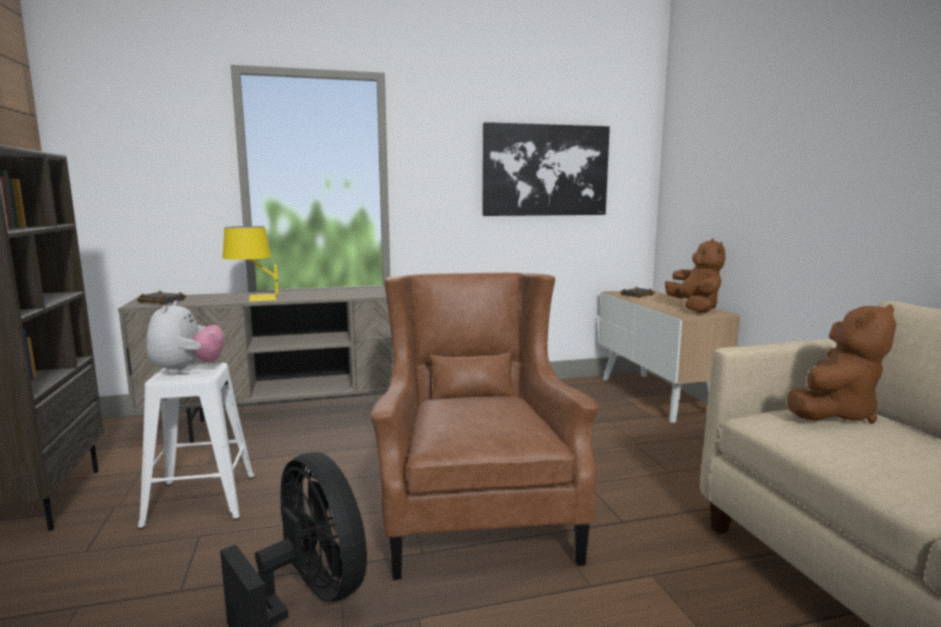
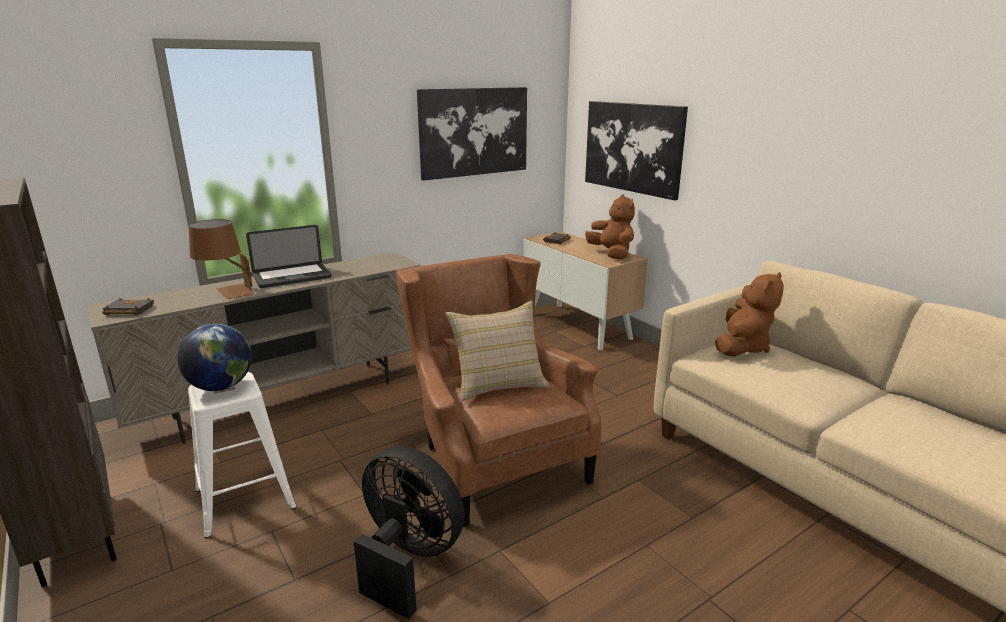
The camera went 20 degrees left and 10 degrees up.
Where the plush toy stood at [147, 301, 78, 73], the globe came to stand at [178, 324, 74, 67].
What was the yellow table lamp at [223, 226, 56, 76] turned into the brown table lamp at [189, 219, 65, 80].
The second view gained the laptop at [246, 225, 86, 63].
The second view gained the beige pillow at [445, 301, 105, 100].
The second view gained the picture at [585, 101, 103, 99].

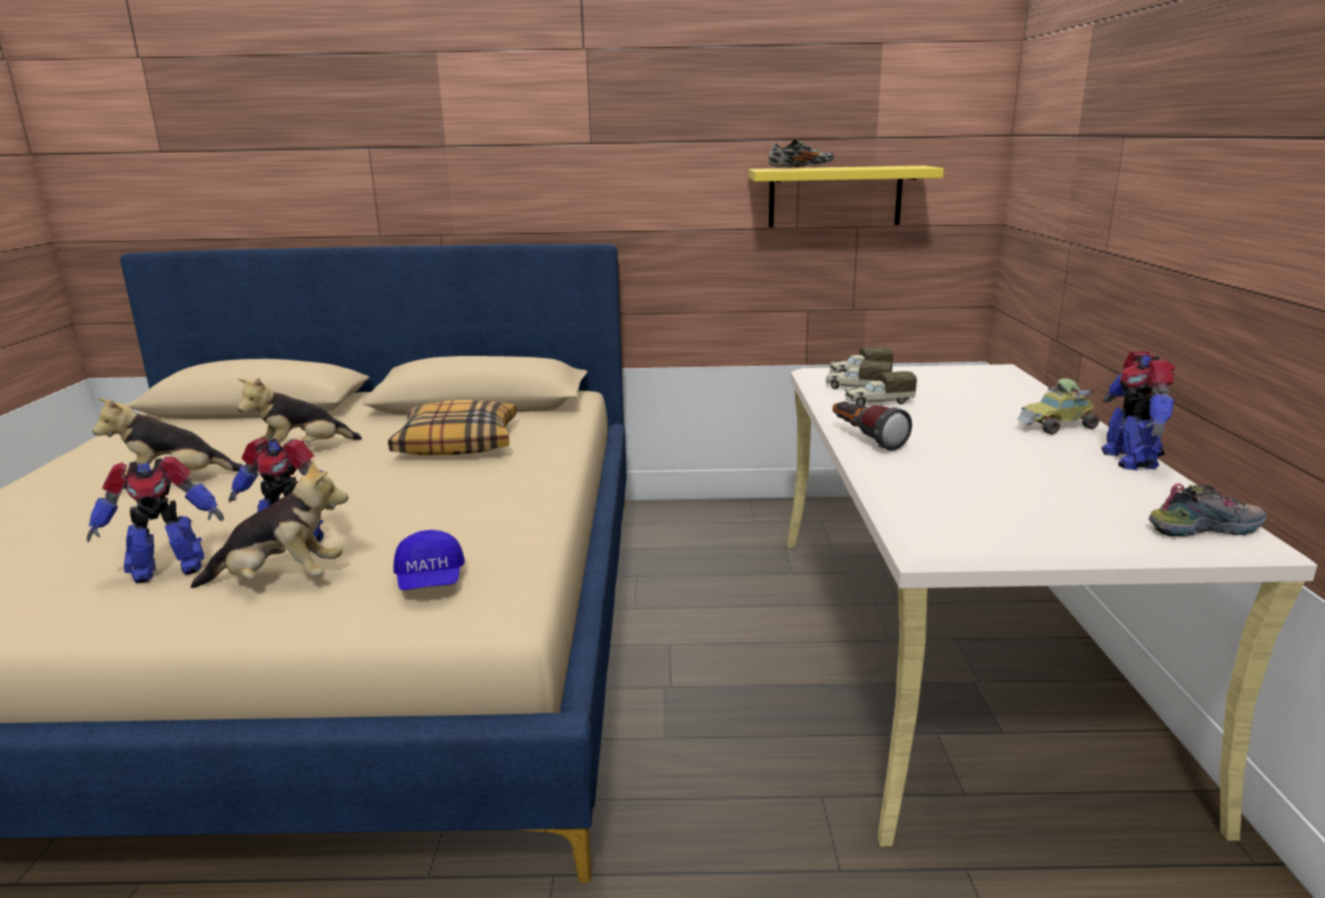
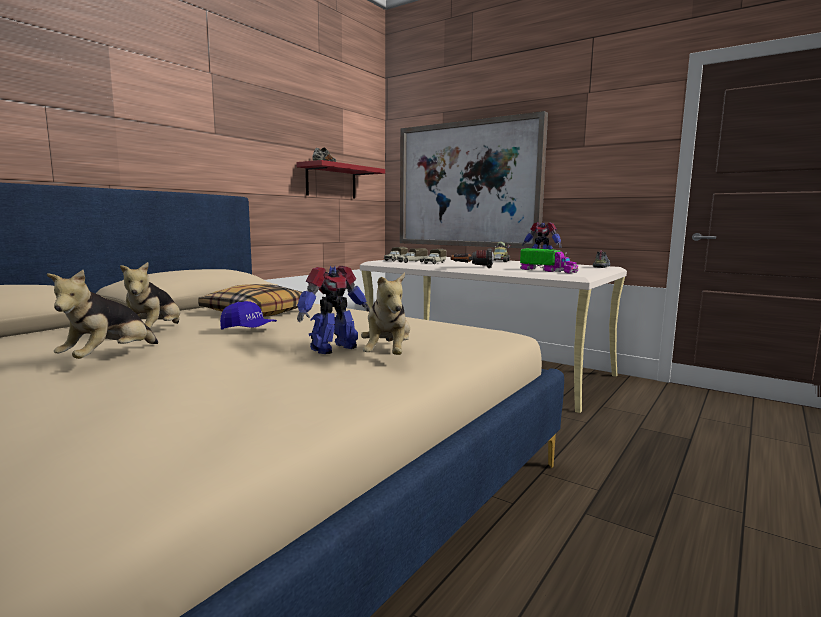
The camera went 55 degrees left and 10 degrees down.
The second view lost the toy robot at [87, 457, 137, 126].
The plush toy at [191, 459, 157, 129] ended up facing another way, 150 degrees clockwise from before.
The blue cap ended up elsewhere, having gone from [393, 530, 72, 60] to [220, 301, 57, 29].
What was the yellow shelf at [748, 166, 196, 61] turned into the red shelf at [296, 160, 89, 38].
The second view gained the picture at [400, 111, 148, 138].
The second view gained the toy truck at [520, 248, 59, 26].

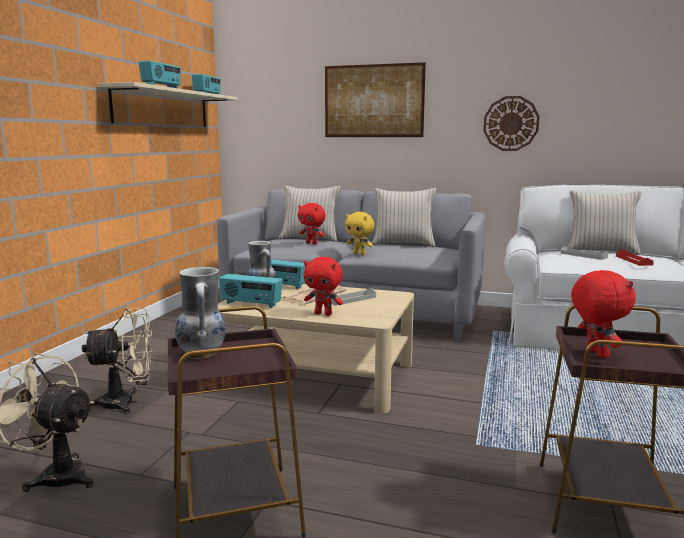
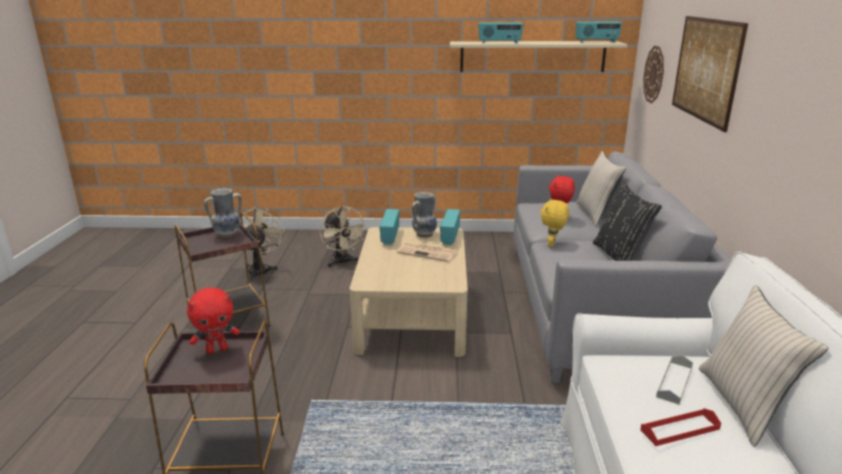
The camera went 75 degrees right and 10 degrees up.
The second view lost the red plush toy at [304, 257, 39, 59].
The second view lost the grey tray at [331, 288, 45, 18].
What was the beige pillow at [372, 188, 64, 59] turned into the black pillow at [593, 182, 69, 79].
The wall clock ended up elsewhere, having gone from [483, 96, 57, 55] to [643, 46, 21, 58].

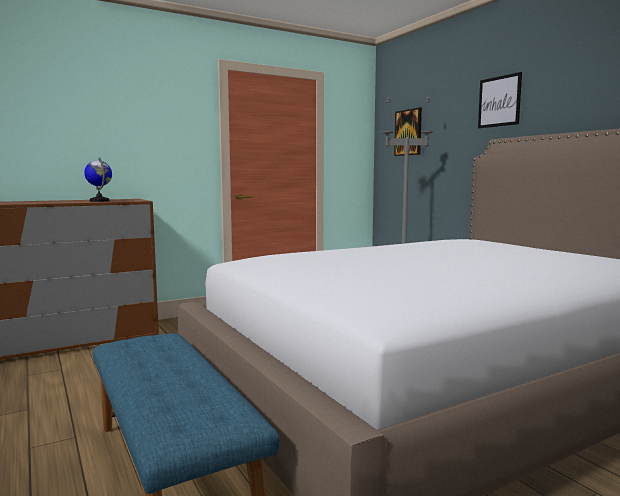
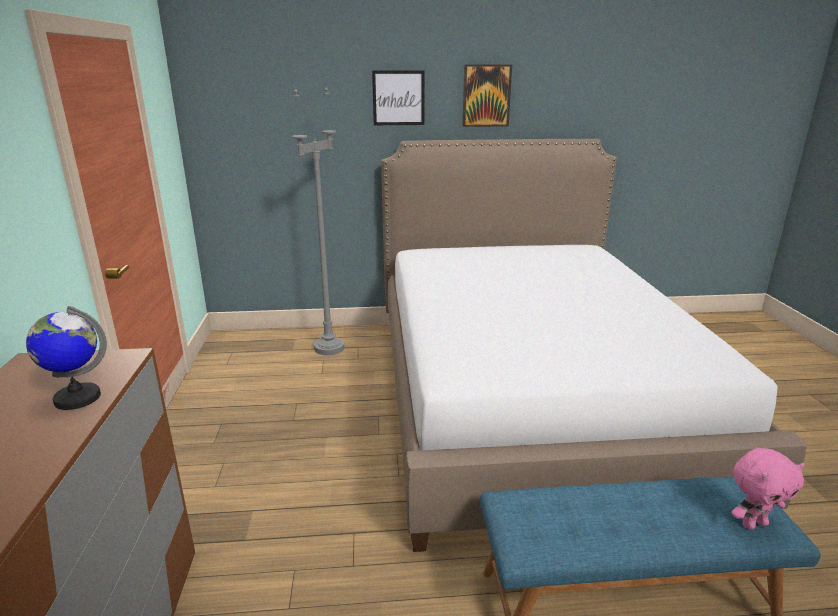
The camera went 65 degrees left and 15 degrees up.
The picture ended up elsewhere, having gone from [394, 107, 28, 49] to [462, 64, 50, 63].
The second view gained the pink plush toy at [731, 448, 74, 82].

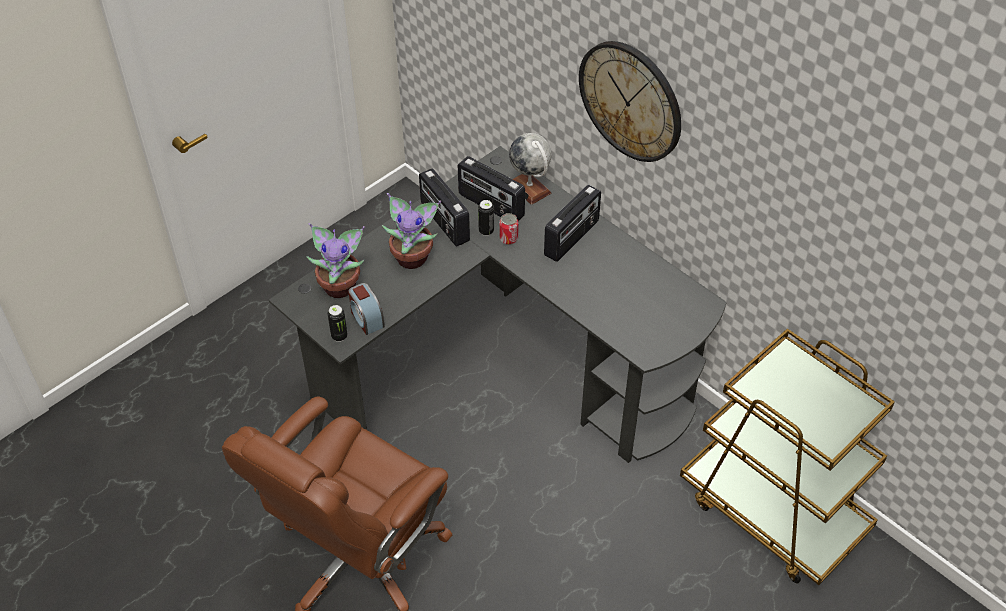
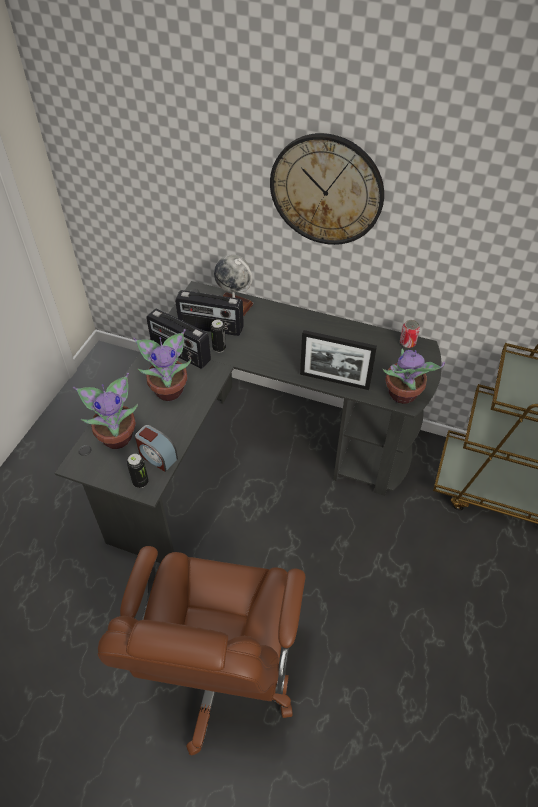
The camera went 25 degrees left and 0 degrees up.
The can ended up elsewhere, having gone from [499, 213, 20, 32] to [400, 320, 20, 28].
The second view lost the radio at [544, 185, 57, 77].
The second view gained the picture frame at [300, 330, 77, 60].
The second view gained the potted plant at [383, 348, 62, 56].

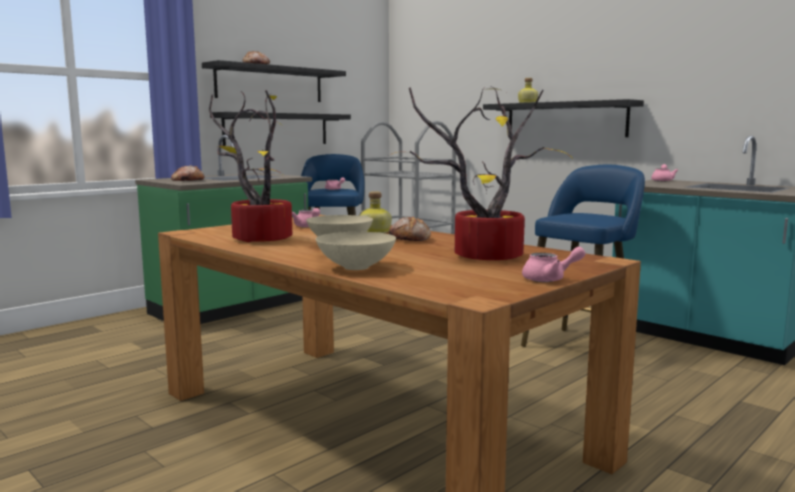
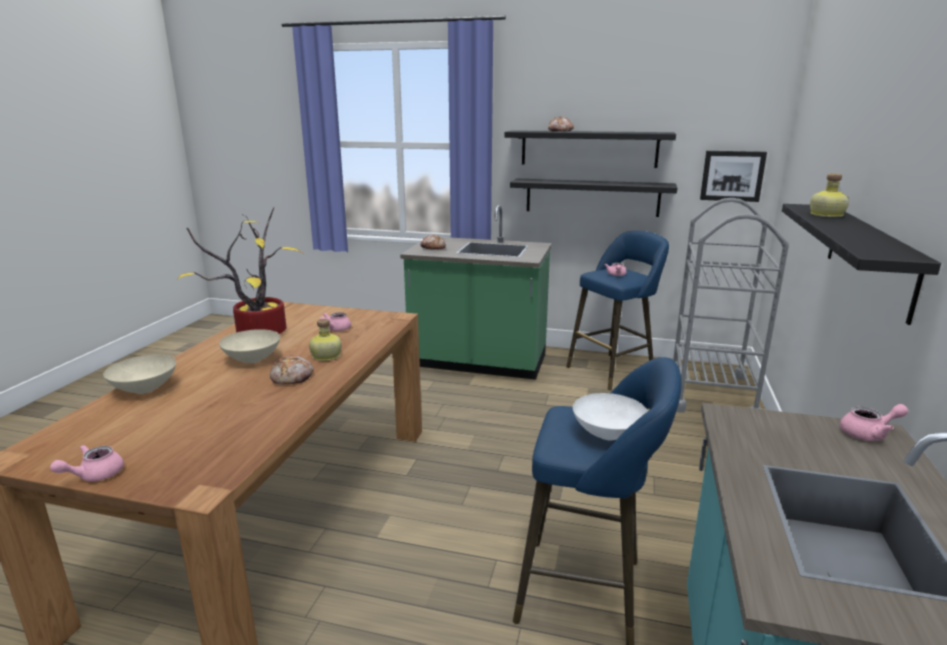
The camera went 60 degrees right and 10 degrees up.
The second view lost the potted plant at [390, 86, 183, 174].
The pink teapot at [522, 247, 64, 35] ended up facing another way, 75 degrees clockwise from before.
The second view gained the white bowl at [573, 393, 75, 47].
The second view gained the picture at [700, 151, 67, 51].

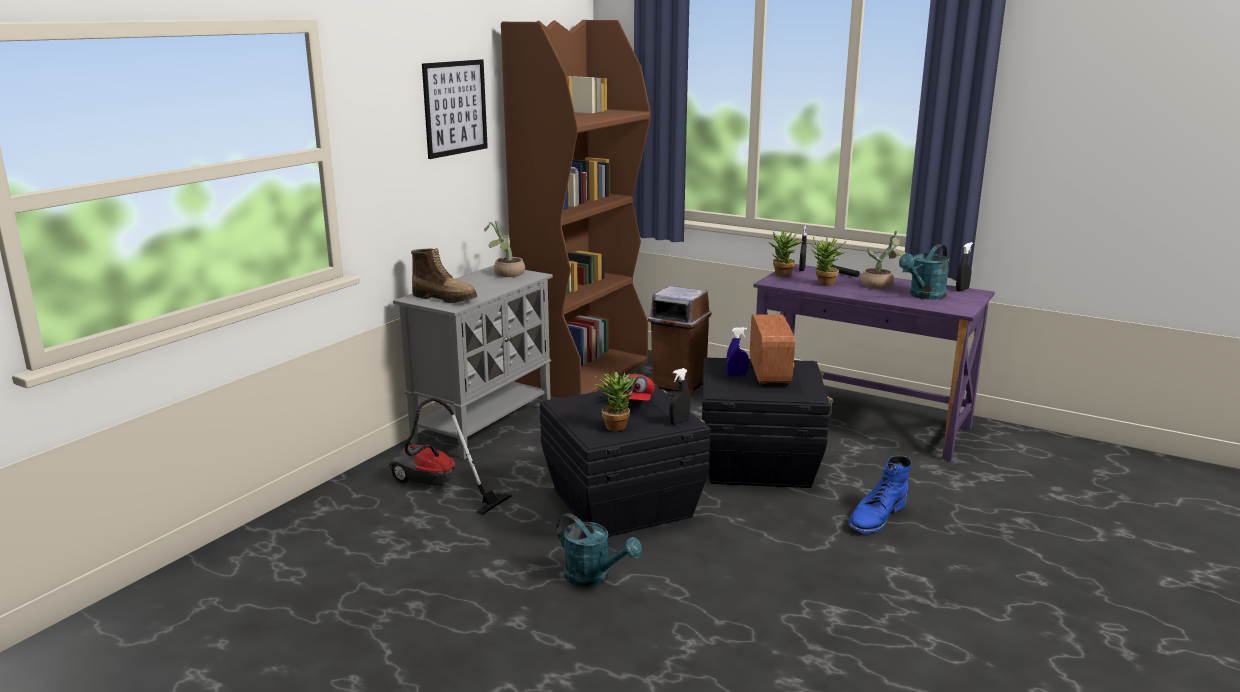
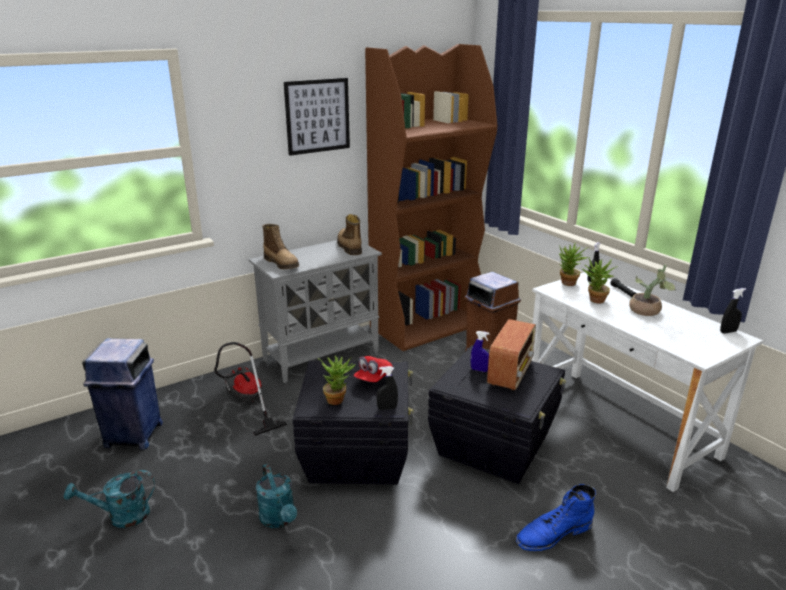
The camera went 25 degrees right and 5 degrees up.
Where the potted plant stood at [484, 221, 41, 56], the boot came to stand at [337, 214, 25, 41].
What was the purple desk at [753, 264, 242, 197] turned into the white desk at [531, 272, 232, 220].
The turquoise watering can ended up elsewhere, having gone from [899, 244, 51, 56] to [64, 470, 91, 58].
The second view gained the blue trash can at [82, 338, 81, 112].

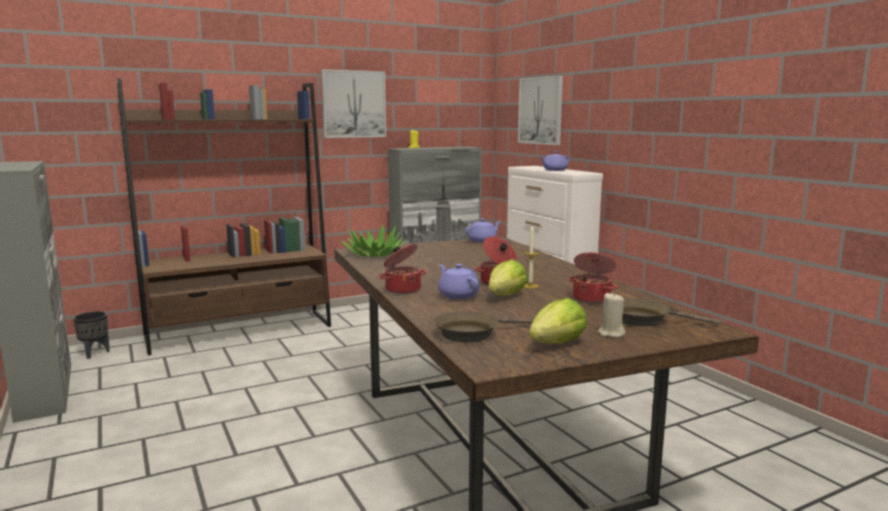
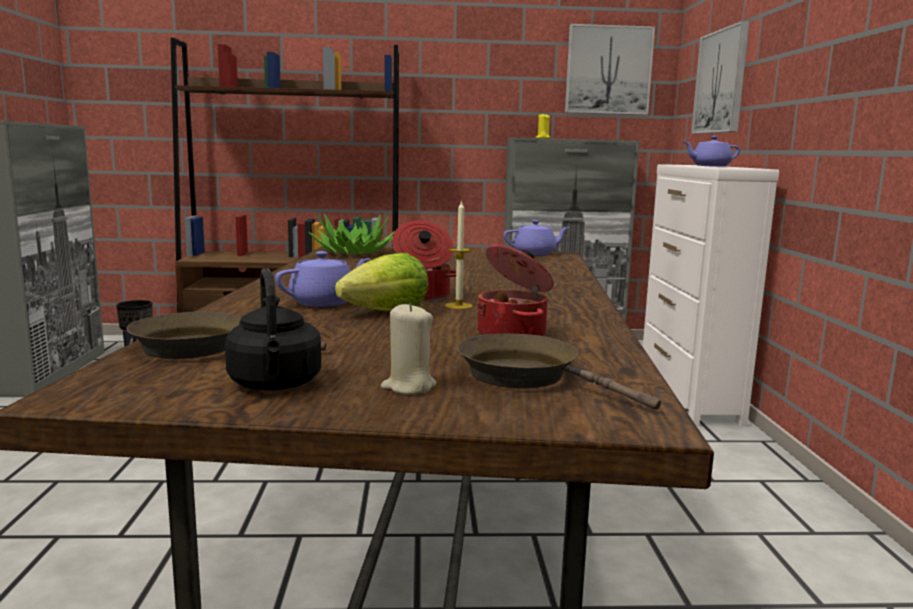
The camera went 25 degrees right and 0 degrees up.
The picture ended up elsewhere, having gone from [321, 69, 65, 69] to [565, 24, 90, 91].
The second view lost the cooking pot at [379, 244, 47, 50].
The purple teapot at [438, 264, 42, 35] ended up facing another way, 60 degrees clockwise from before.
Where the lettuce stood at [529, 298, 58, 46], the black kettle came to stand at [225, 268, 96, 122].

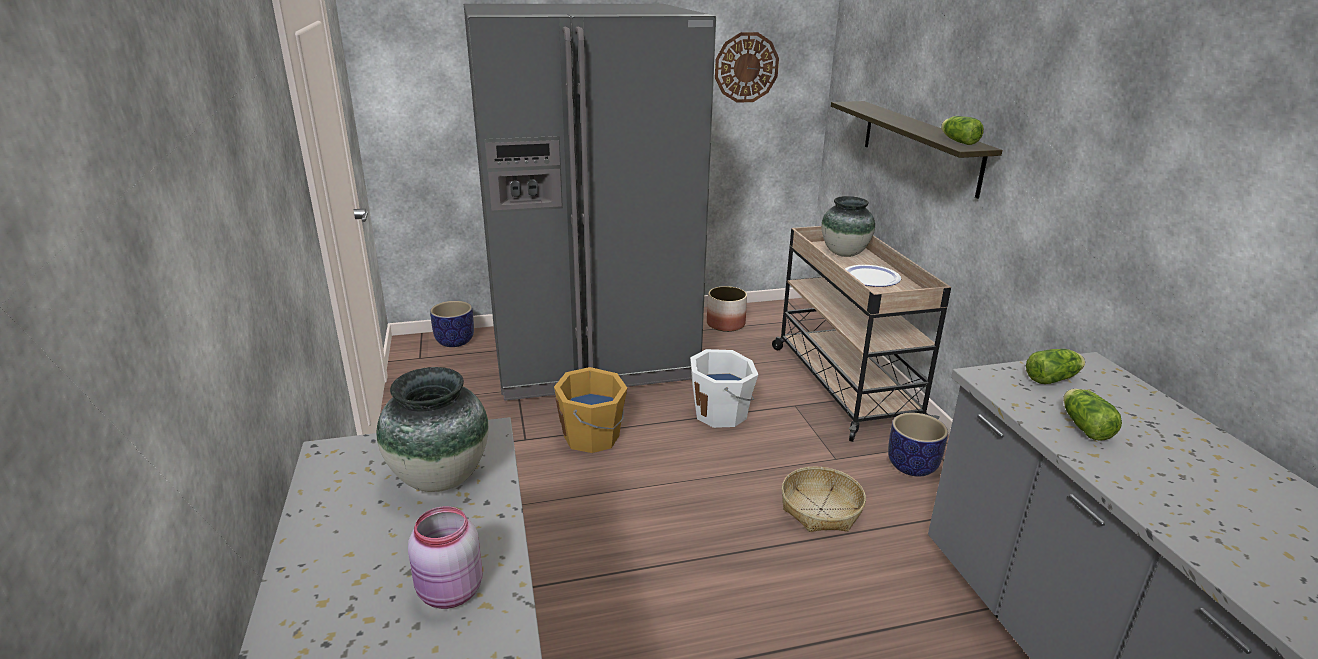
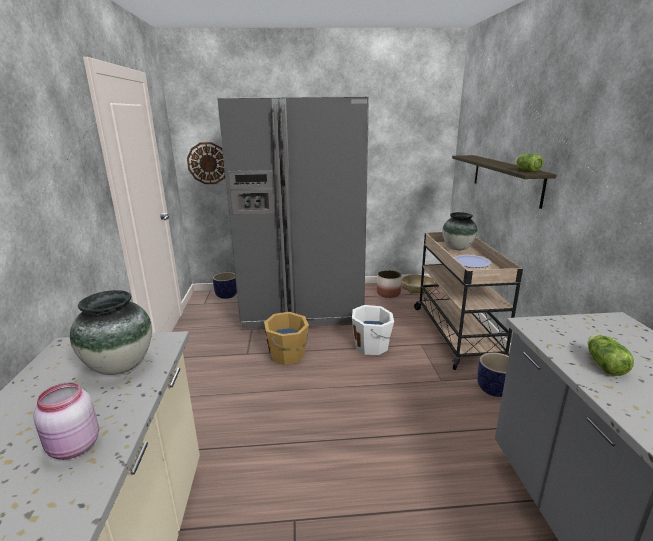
The camera went 10 degrees right and 5 degrees down.
The wall clock ended up elsewhere, having gone from [715, 32, 64, 71] to [187, 142, 38, 42].
The basket ended up elsewhere, having gone from [781, 466, 85, 66] to [402, 274, 33, 20].
The second view lost the lettuce at [1026, 349, 59, 35].

